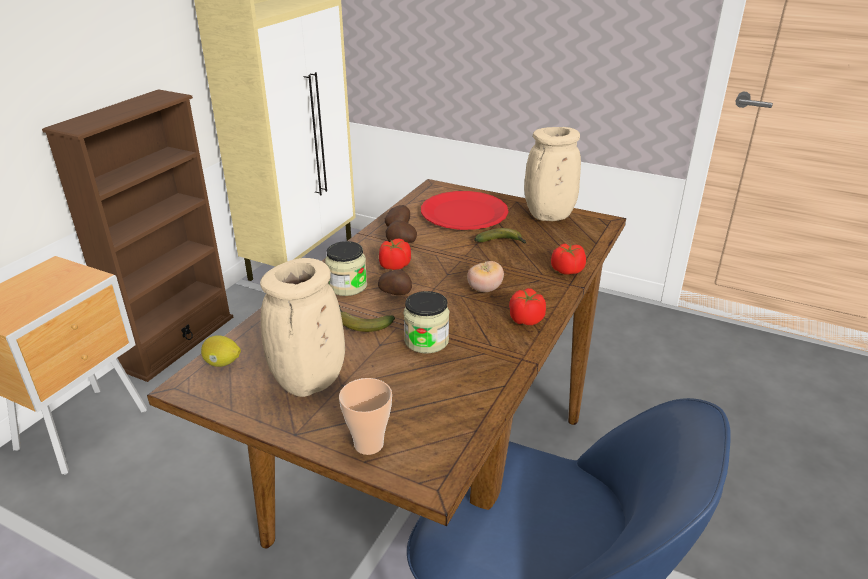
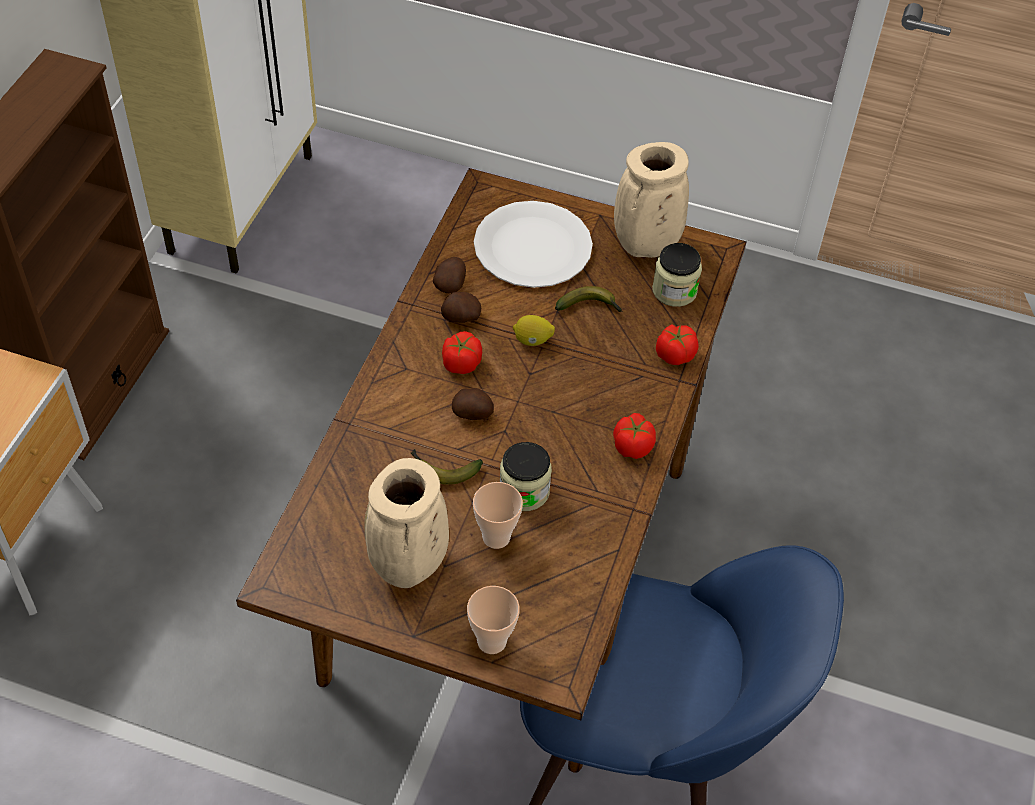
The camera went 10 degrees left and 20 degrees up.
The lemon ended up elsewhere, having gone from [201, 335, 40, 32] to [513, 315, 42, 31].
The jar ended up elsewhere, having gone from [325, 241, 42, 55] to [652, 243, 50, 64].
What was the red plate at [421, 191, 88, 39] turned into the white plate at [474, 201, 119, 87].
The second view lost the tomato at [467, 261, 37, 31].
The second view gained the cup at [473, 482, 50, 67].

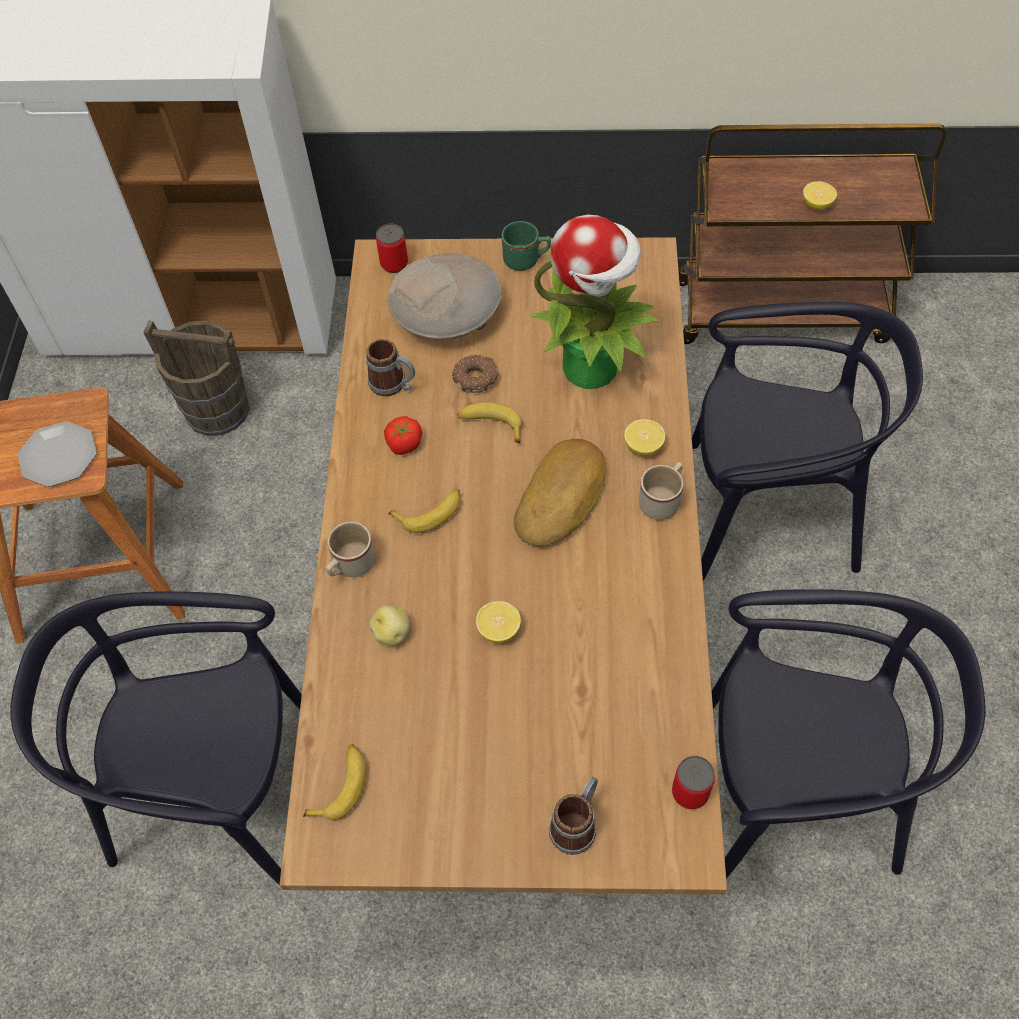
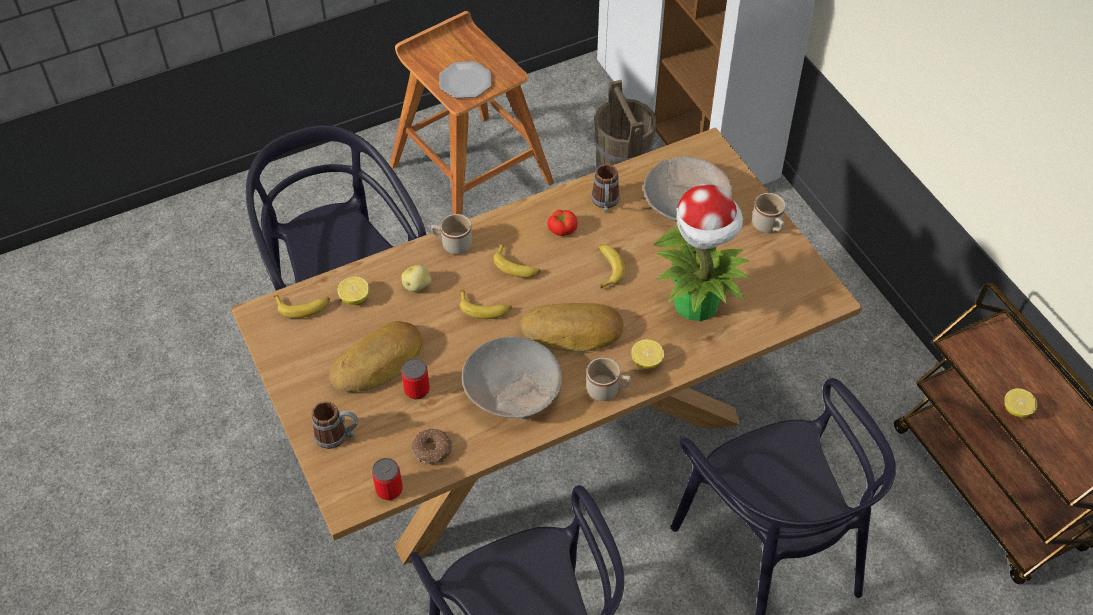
The camera went 60 degrees right and 5 degrees down.
The can ended up elsewhere, having gone from [376, 223, 32, 50] to [401, 358, 29, 41].
The donut ended up elsewhere, having gone from [452, 355, 46, 38] to [412, 428, 40, 37].
The lemon ended up elsewhere, having gone from [476, 601, 45, 42] to [337, 277, 32, 28].
What was the green mug at [502, 221, 49, 50] turned into the beige mug at [752, 193, 34, 40].
The second view gained the bread at [329, 321, 94, 71].
The second view gained the banana at [460, 290, 52, 29].
The second view gained the beige bowl at [462, 336, 100, 83].

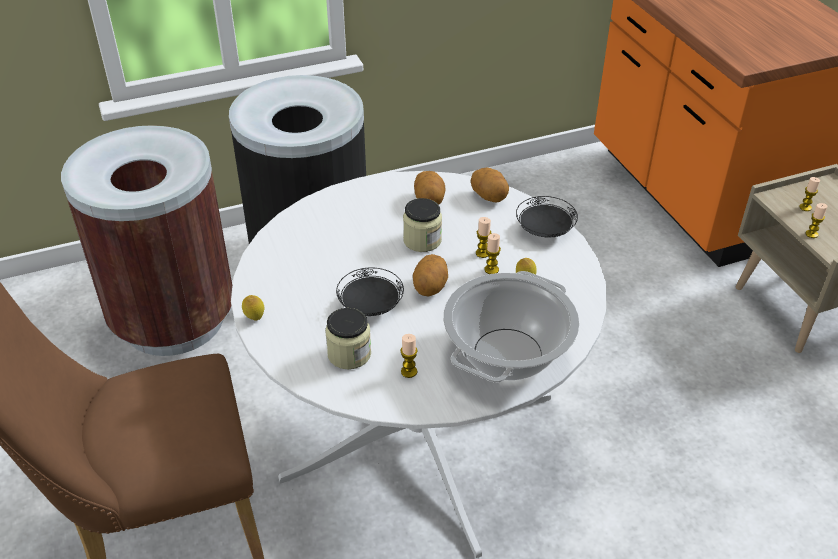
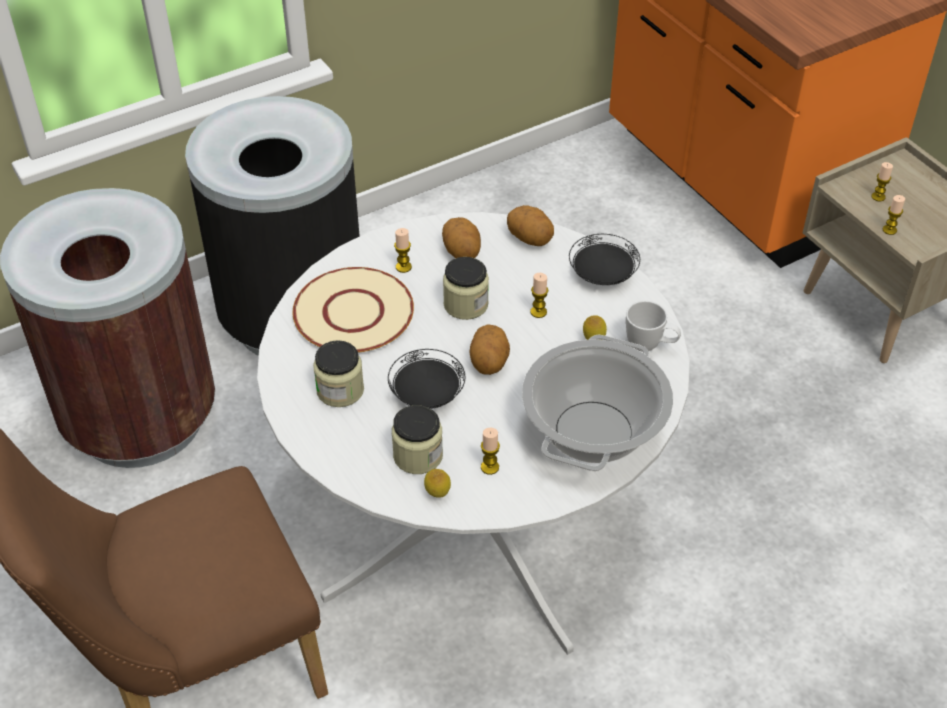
The camera went 10 degrees left and 5 degrees up.
The lemon ended up elsewhere, having gone from [242, 295, 22, 26] to [424, 469, 27, 29].
The candle ended up elsewhere, having gone from [484, 233, 17, 41] to [394, 228, 18, 45].
The second view gained the beige plate at [293, 267, 121, 86].
The second view gained the jar at [313, 340, 51, 67].
The second view gained the white mug at [626, 301, 55, 50].

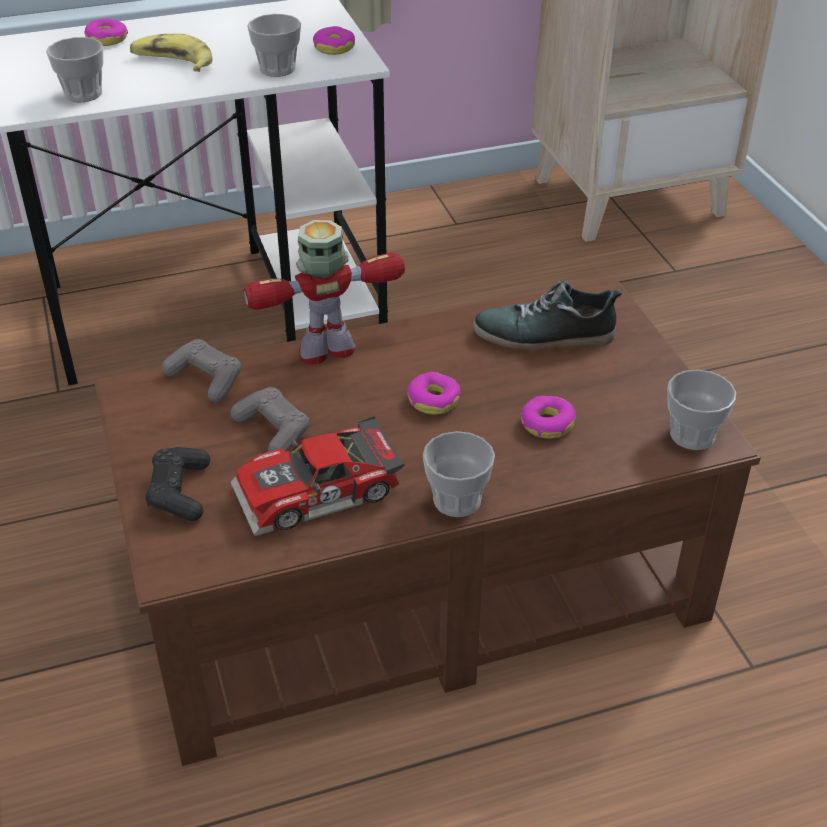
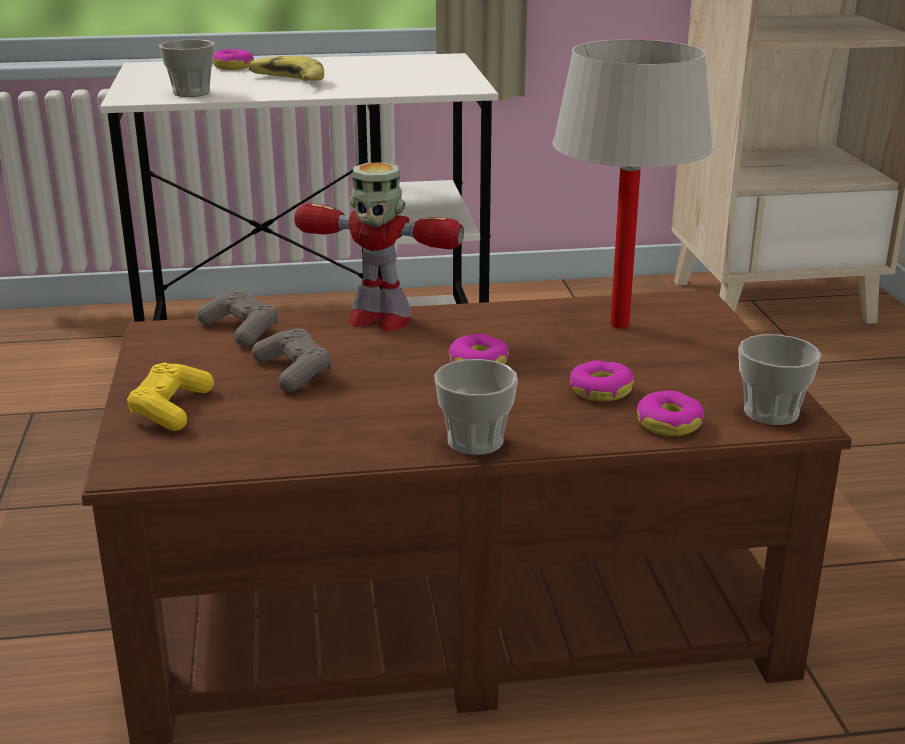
The camera went 10 degrees right and 15 degrees down.
What was the black game controller at [145, 447, 65, 74] turned into the yellow game controller at [127, 363, 87, 68].
The second view lost the toy car at [230, 416, 175, 120].
The toy robot at [243, 220, 162, 145] ended up facing another way, 150 degrees counterclockwise from before.
The second view lost the cup at [247, 14, 54, 63].
The donut ended up elsewhere, having gone from [313, 26, 42, 29] to [637, 391, 67, 45].
Where the shoe stood at [473, 281, 149, 70], the white table lamp came to stand at [553, 39, 160, 289].

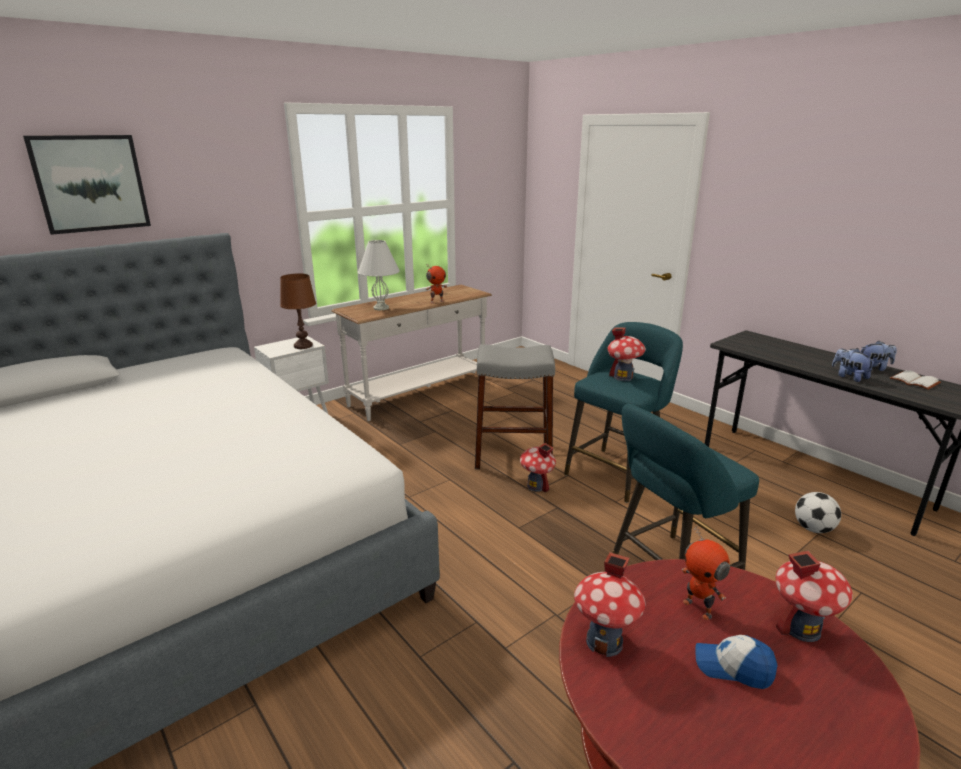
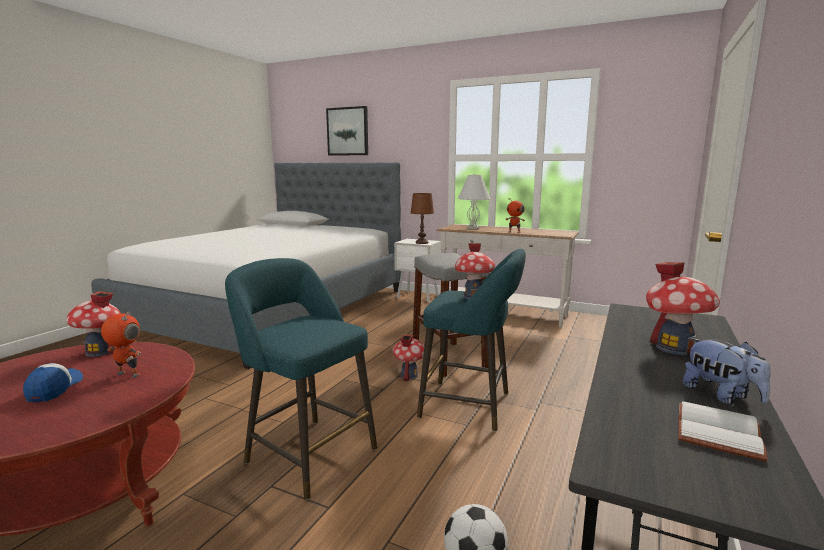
The camera went 65 degrees right and 10 degrees down.
The toy robot at [682, 526, 48, 94] ended up facing another way, 75 degrees clockwise from before.
The toy house ended up elsewhere, having gone from [775, 551, 78, 91] to [646, 262, 74, 93].
The second view lost the plush toy at [832, 348, 43, 34].

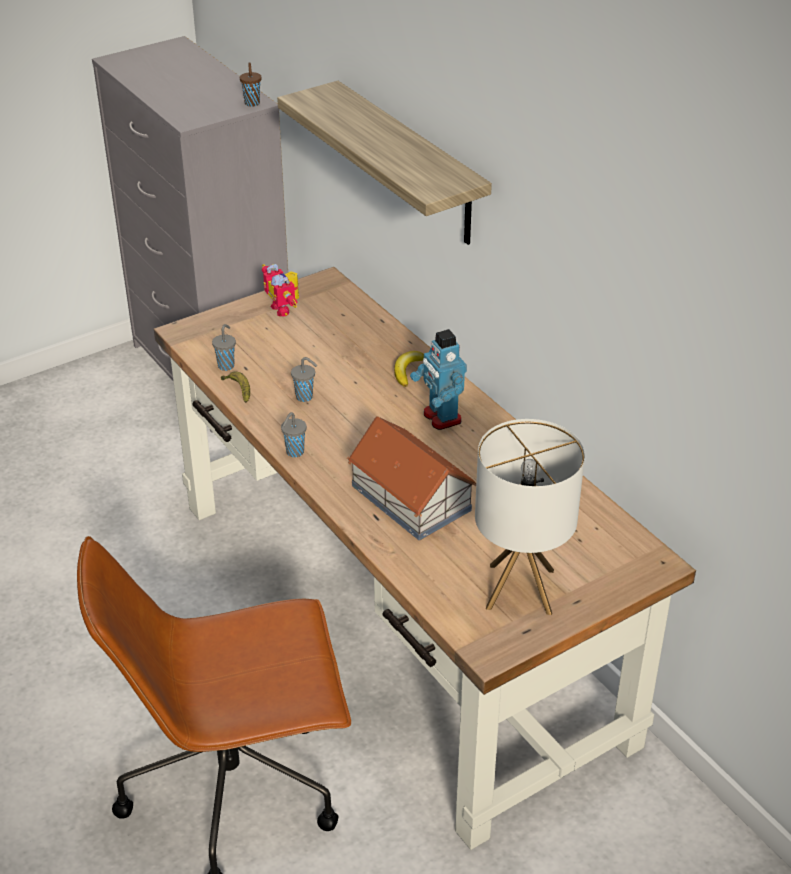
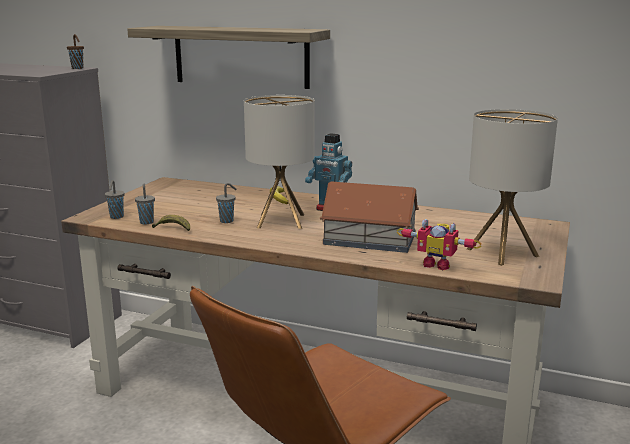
The camera went 35 degrees left and 20 degrees down.
The toy robot ended up elsewhere, having gone from [262, 264, 37, 53] to [397, 219, 84, 51].
The grey cup ended up elsewhere, having gone from [281, 412, 26, 45] to [105, 180, 20, 39].
The second view gained the table lamp at [244, 95, 70, 134].

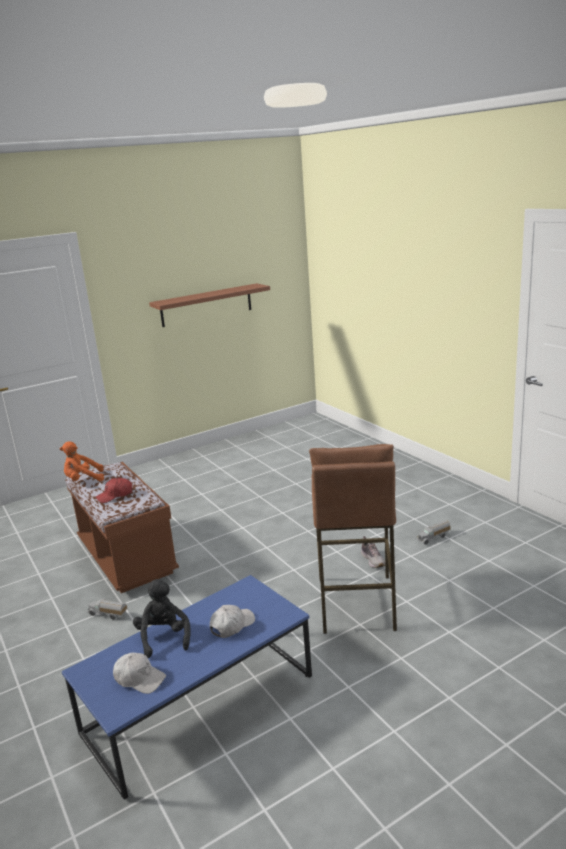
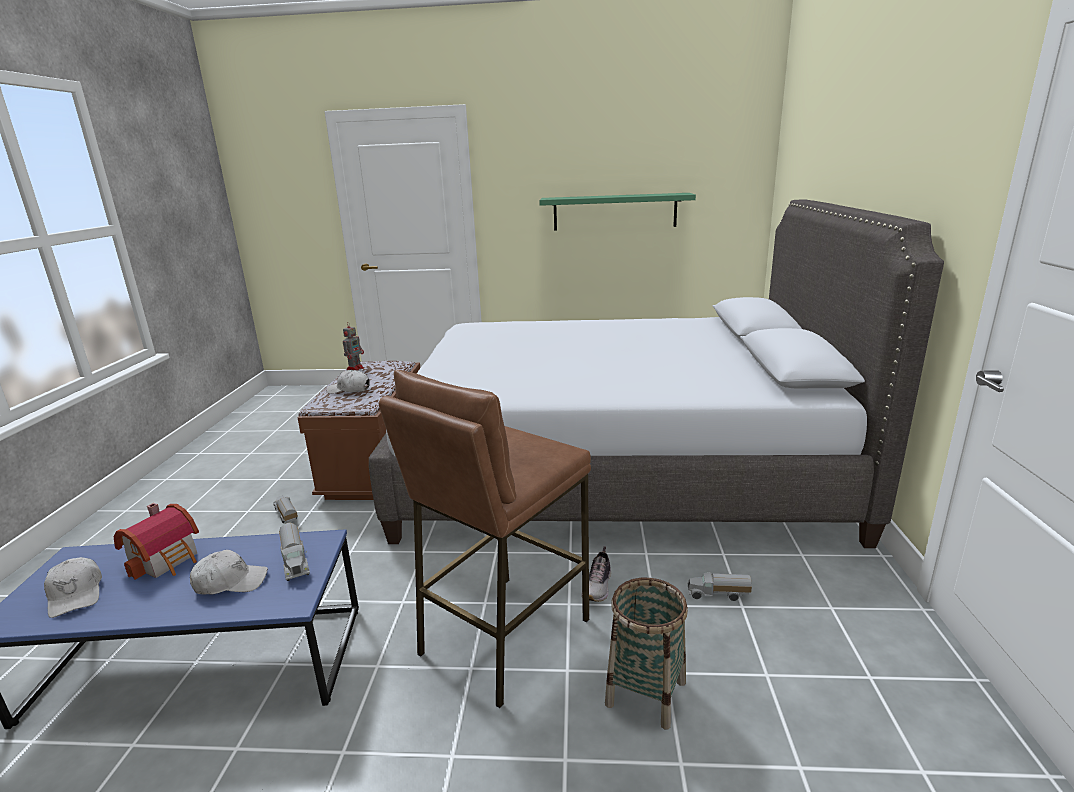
The camera went 35 degrees right and 0 degrees up.
Where the orange plush toy stood at [60, 441, 44, 41], the toy robot came to stand at [343, 323, 21, 48].
What was the red cap at [96, 478, 36, 25] turned into the white cap at [327, 370, 43, 24].
Where the black plush toy stood at [133, 579, 58, 79], the toy house came to stand at [114, 503, 85, 77].
What was the brown shelf at [149, 283, 121, 44] turned into the green shelf at [539, 193, 157, 38].
The second view gained the toy truck at [279, 523, 31, 58].
The second view gained the grey bed at [369, 199, 575, 349].
The second view gained the basket at [605, 578, 83, 151].

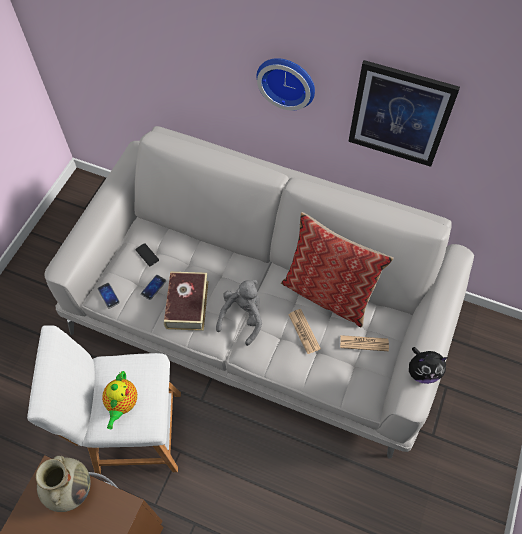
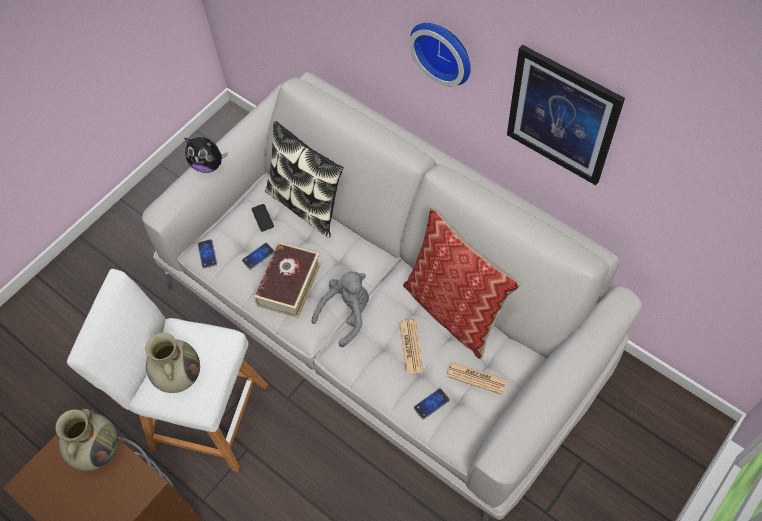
The camera went 20 degrees right and 0 degrees up.
Where the teapot stood at [102, 371, 35, 58], the beige vase came to stand at [146, 333, 54, 60].
The plush toy ended up elsewhere, having gone from [409, 347, 39, 37] to [184, 137, 44, 36].
The second view gained the pillow at [265, 121, 79, 117].
The second view gained the phone at [414, 389, 36, 30].

